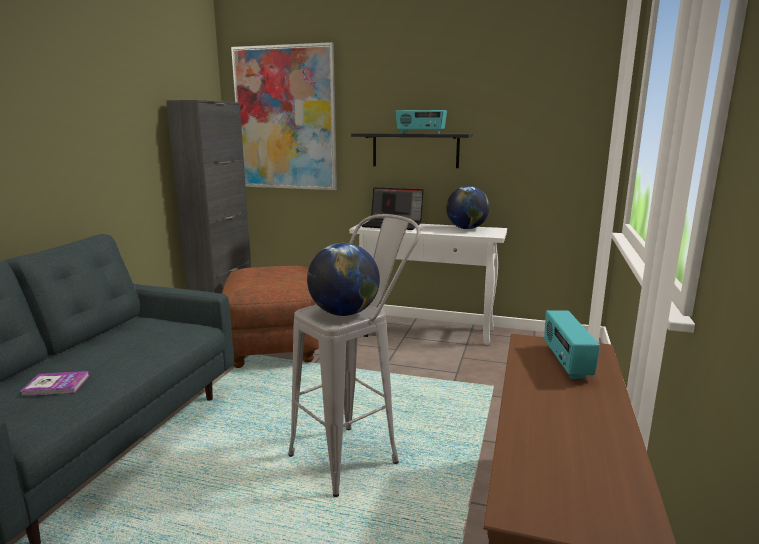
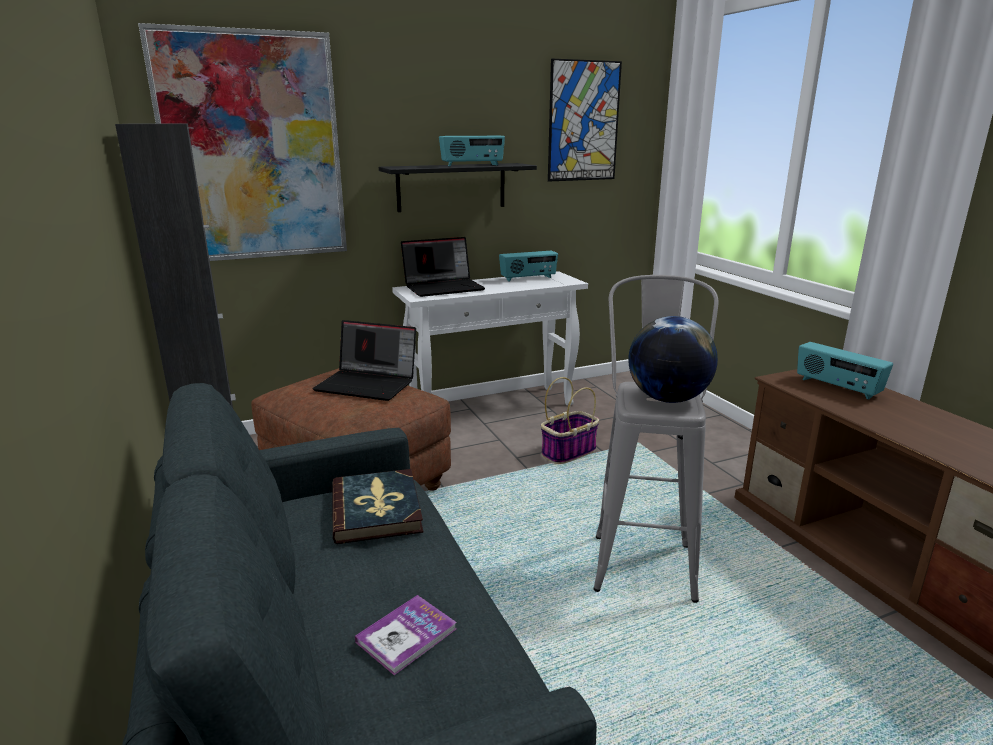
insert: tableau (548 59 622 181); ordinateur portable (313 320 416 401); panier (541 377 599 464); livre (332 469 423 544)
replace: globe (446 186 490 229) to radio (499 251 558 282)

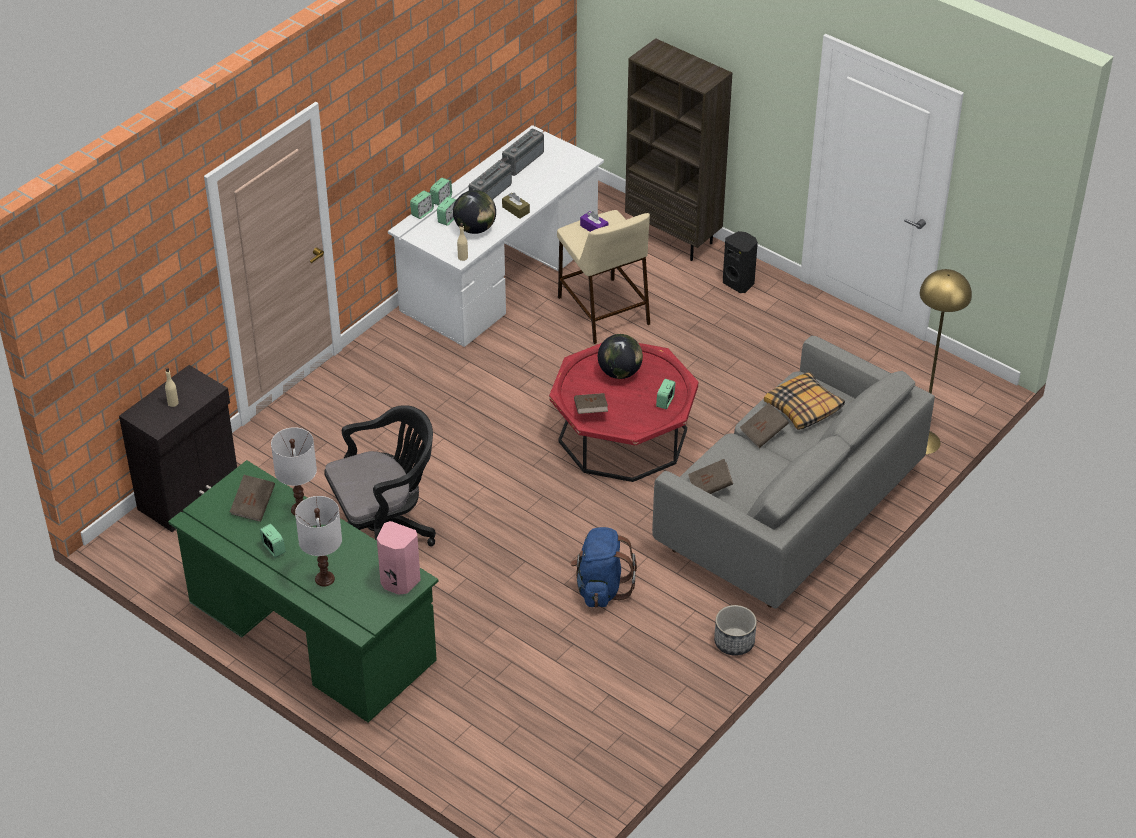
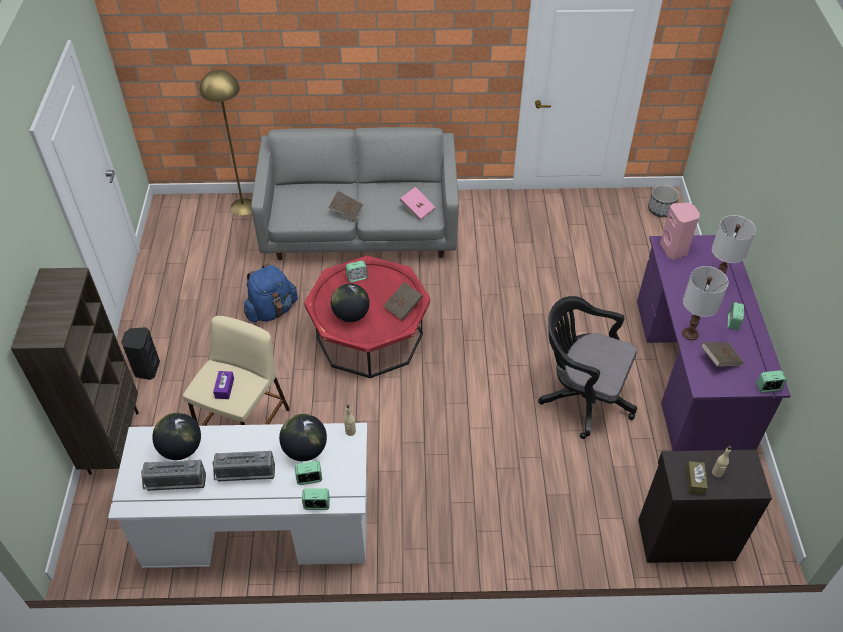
delete: coussin (764 372 845 430)
insert: globe (152 413 201 460)
move: réveil (430 178 452 205) to (756 370 787 393); boîte à mouchoirs [marron] (502 193 530 219) to (686 461 708 495); sac à dos [bleu] (570 527 637 608) to (244 264 298 323); cache-pot (714 605 757 656) to (648 185 679 217)
recolor: livre [marron] (688 459 733 494) to livre [rose] (399 187 435 221); bureau [vert] (168 460 438 723) to bureau [violet] (637 235 791 451)

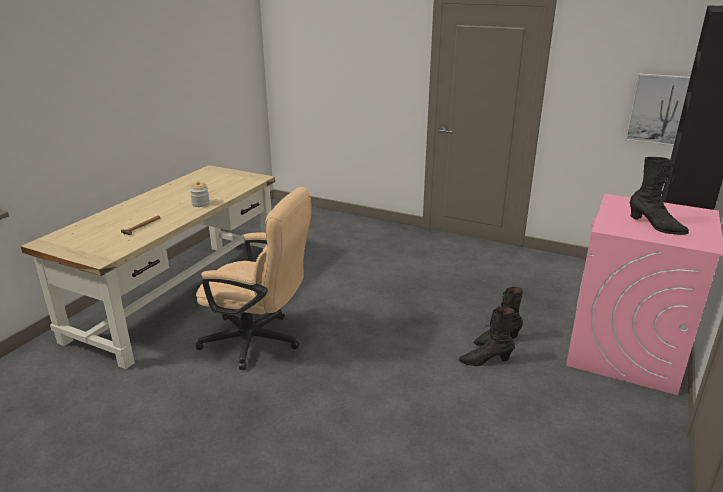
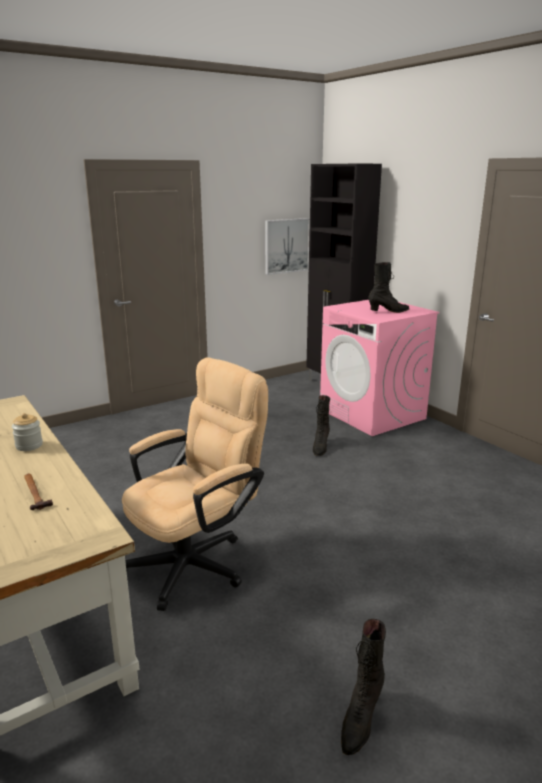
move: botte [noir] (458 307 515 366) to (341 619 386 755)

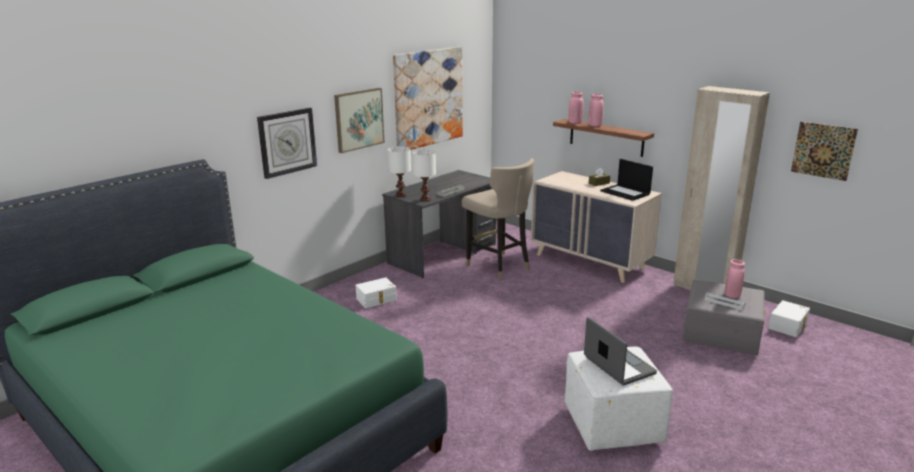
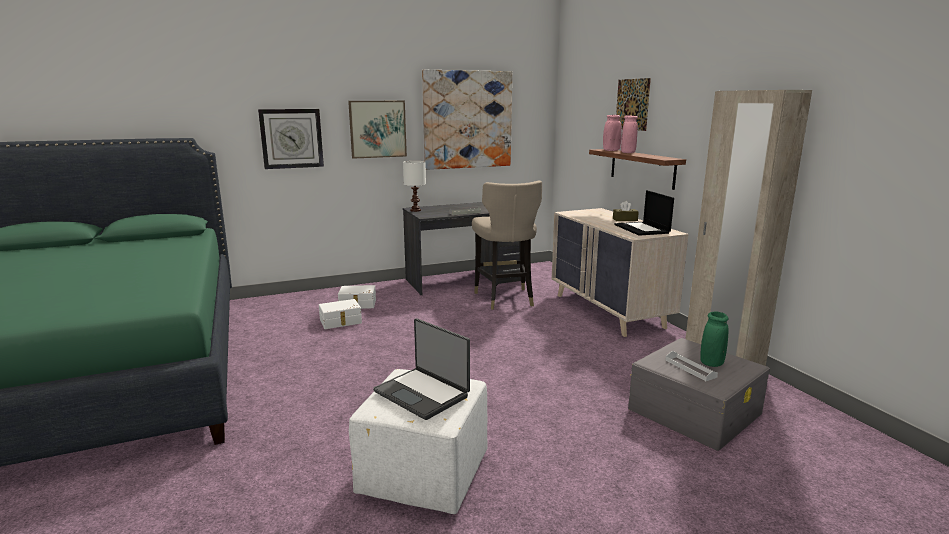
delete: lampe de table [blanc] (413 149 436 202)
move: tableau (791 122 858 181) to (616 78 651 131); boîte de rangement [blanc] (768 300 810 337) to (319 299 362 329)
recolor: vase [rose] (725 259 745 298) to vase [vert] (700 312 729 367)
rotate: ordinateur portable (584 317 657 386) = (373 318 470 420) 135 degrees clockwise

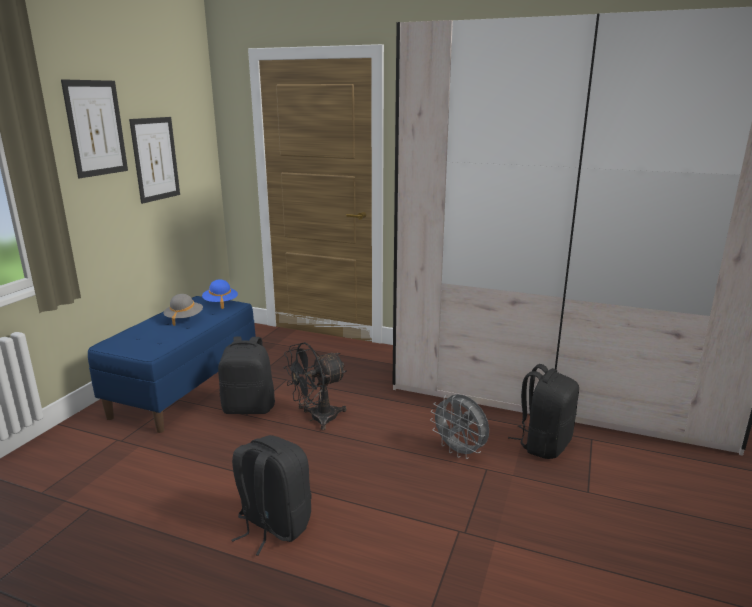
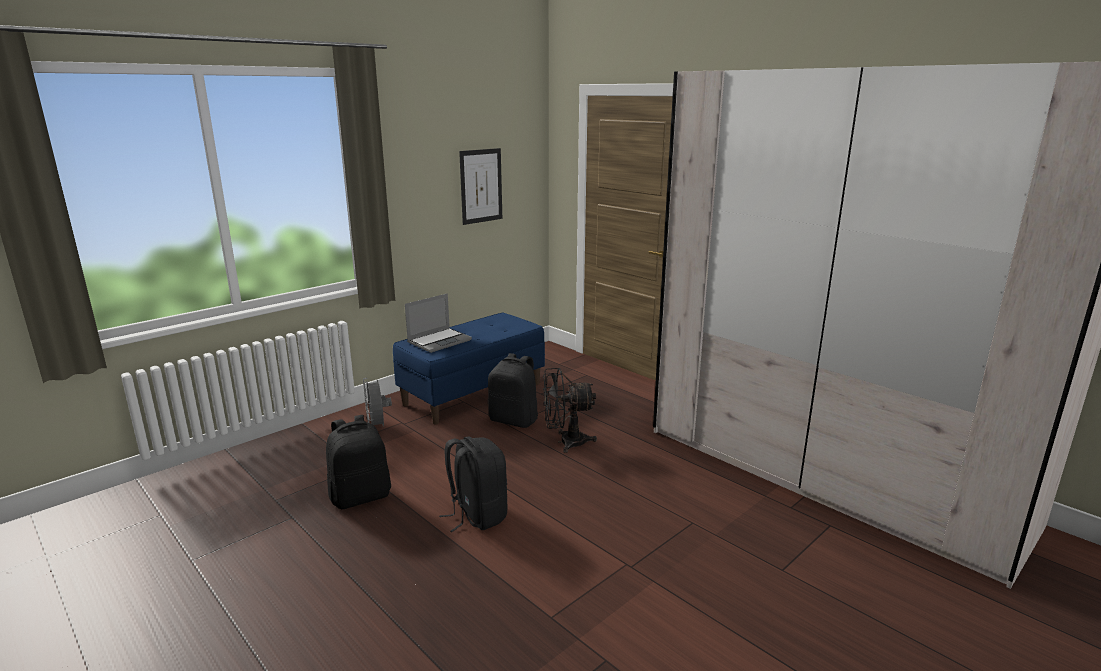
delete: tableau (61 79 128 178); chapeau [bleu] (202 279 238 309); chapeau [gris] (164 294 203 326)
insert: ordinateur portable (405 293 472 353)
move: sac à dos [noir] (508 364 579 459) to (326 415 391 509); ventilateur [gris] (430 394 489 459) to (363 378 392 427)

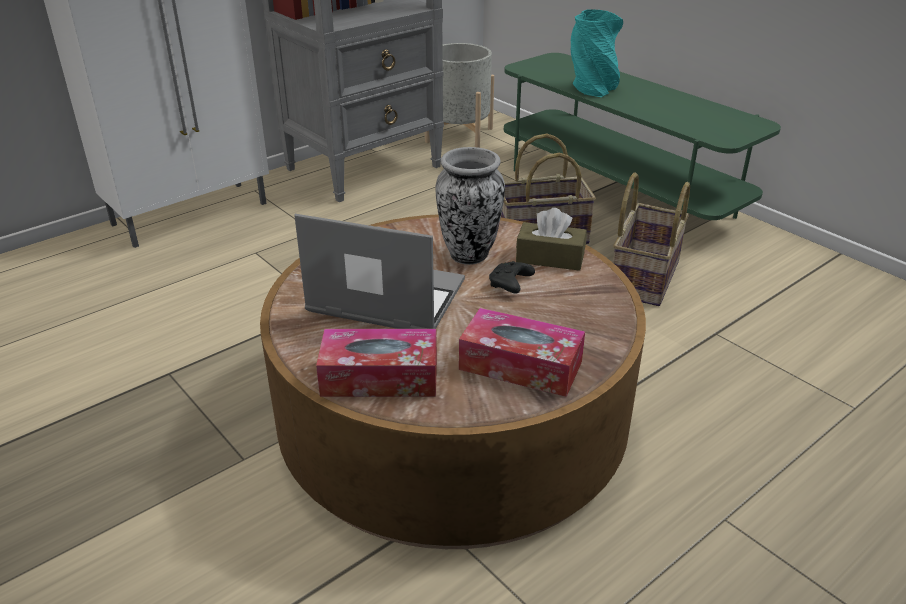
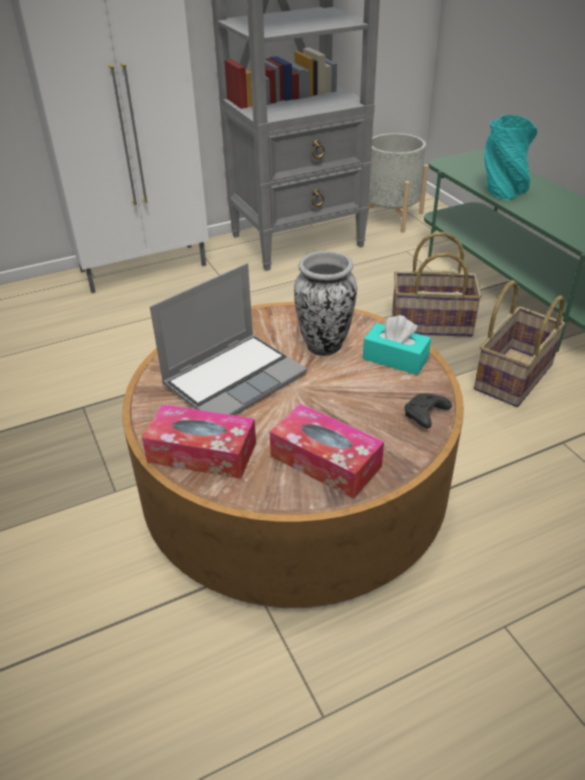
move: manette [noir] (489 261 535 293) to (404 393 452 428)
recolor: boîte à mouchoirs [marron] (516 208 587 271) to boîte à mouchoirs [turquoise] (363 315 431 375)
rotate: ordinateur portable (294 214 465 329) = (150 263 307 415) 105 degrees clockwise

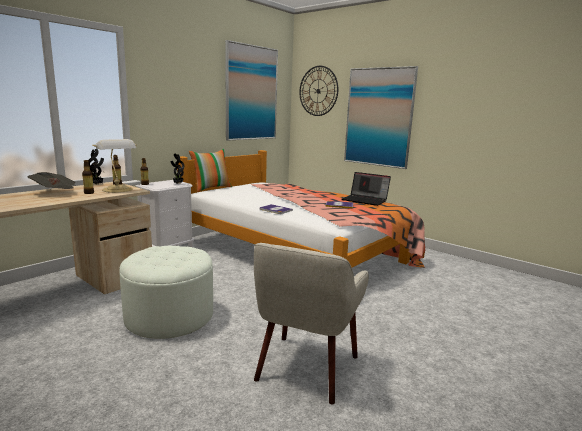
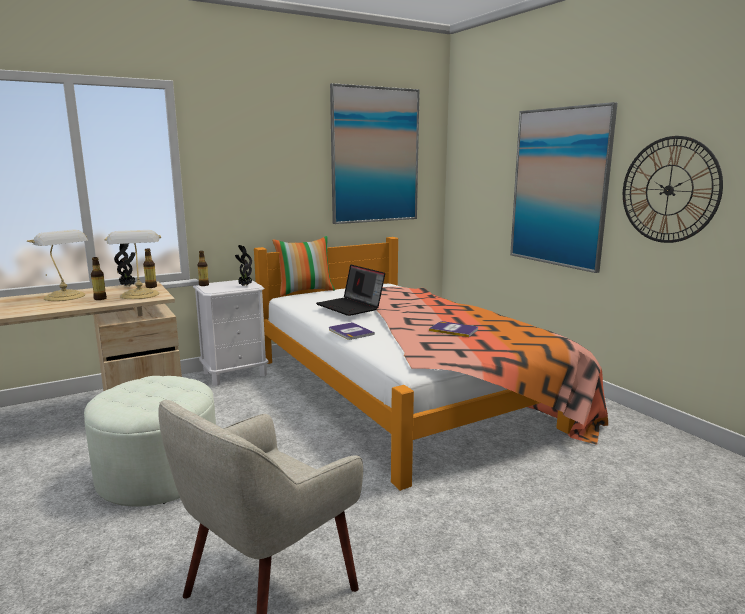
move: horloge murale (299 66 338 116) to (623 136 723 243); ordinateur portable (342 172 391 206) to (316 265 385 316)
replace: journal (28 172 75 189) to lampe de table (27 229 88 301)

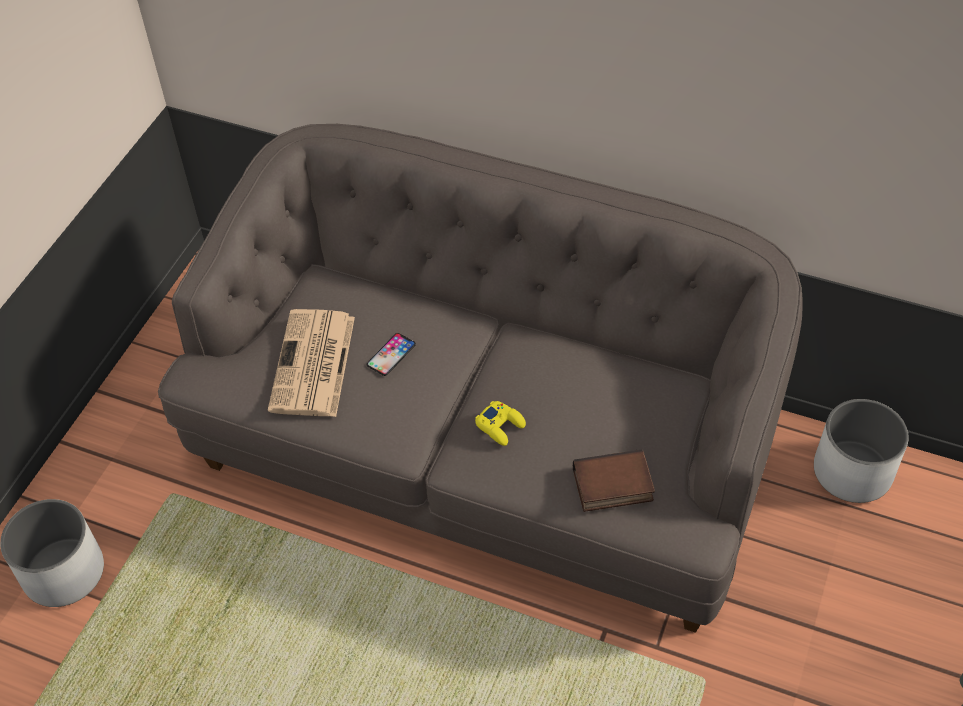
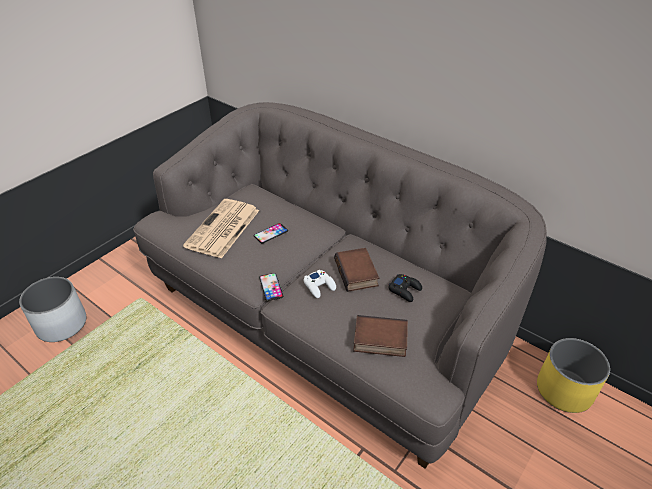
insert: livre (334 248 379 292); téléphone (259 273 283 301); manette [noir] (388 274 422 302)
recolor: cache-pot [blanc] (814 399 909 503) to cache-pot [jaune] (537 338 610 413); manette [jaune] (475 401 526 446) to manette [blanc] (303 270 336 298)

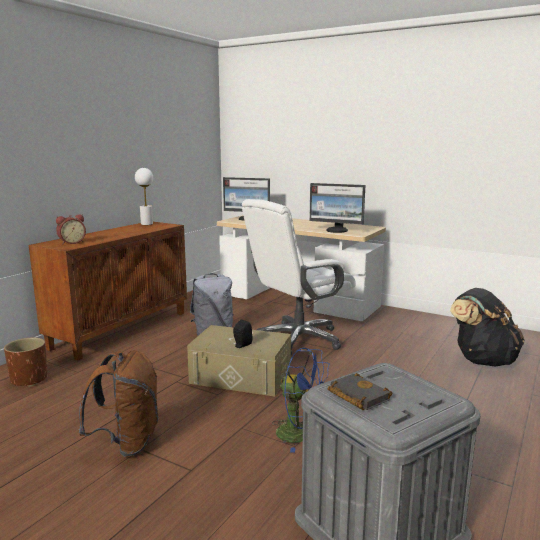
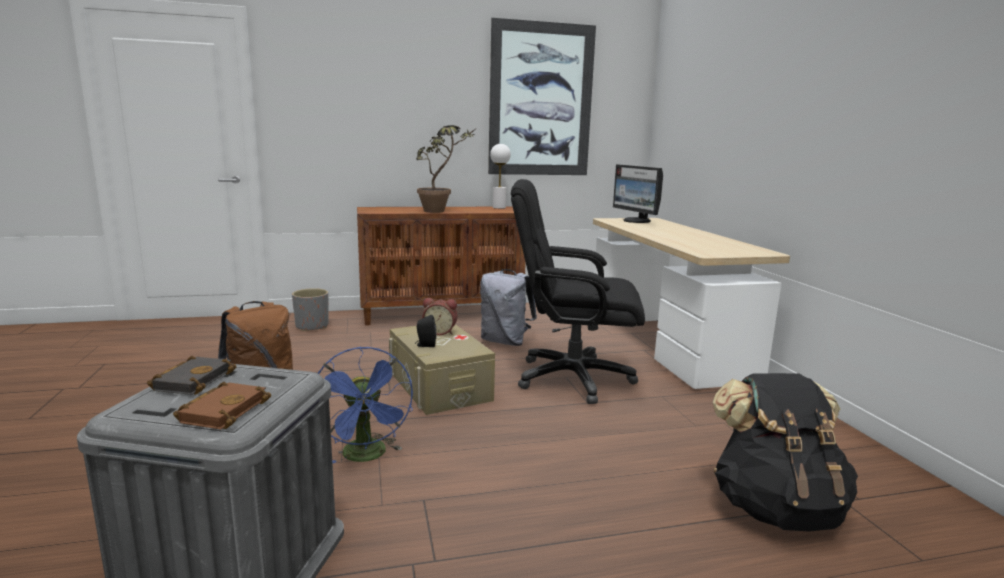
delete: écran d'ordinateur (309 183 365 233)
insert: tableau (488 18 596 175); plante en pot (416 125 478 213); livre [marron] (173 382 271 429)
move: réveil (56 215 86 245) to (422 298 457 335)
recolor: chaise de bureau [blanc] (242 199 356 356) to chaise de bureau [noir] (511 179 645 404); cache-pot [marron] (4 338 47 387) to cache-pot [gris] (292 288 329 331)

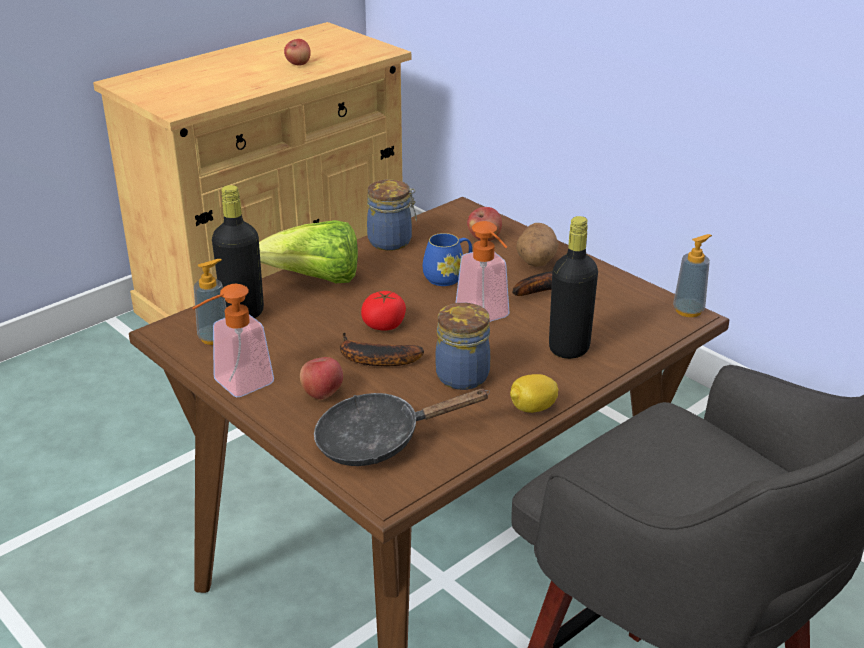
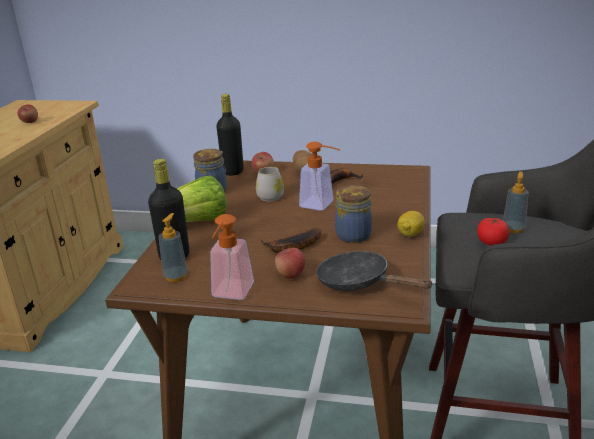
move: bouteille [noir] (549 216 598 359) to (216 94 244 176); distributeur de savon (673 234 712 317) to (503 172 529 233); tomate (361 291 406 331) to (477 217 509 245)
recolor: mug [bleu] (423 233 472 286) to mug [blanc] (256 167 284 202)
rotate: poêle [noir] (314 389 490 466) = (316 251 432 291) 90 degrees clockwise

